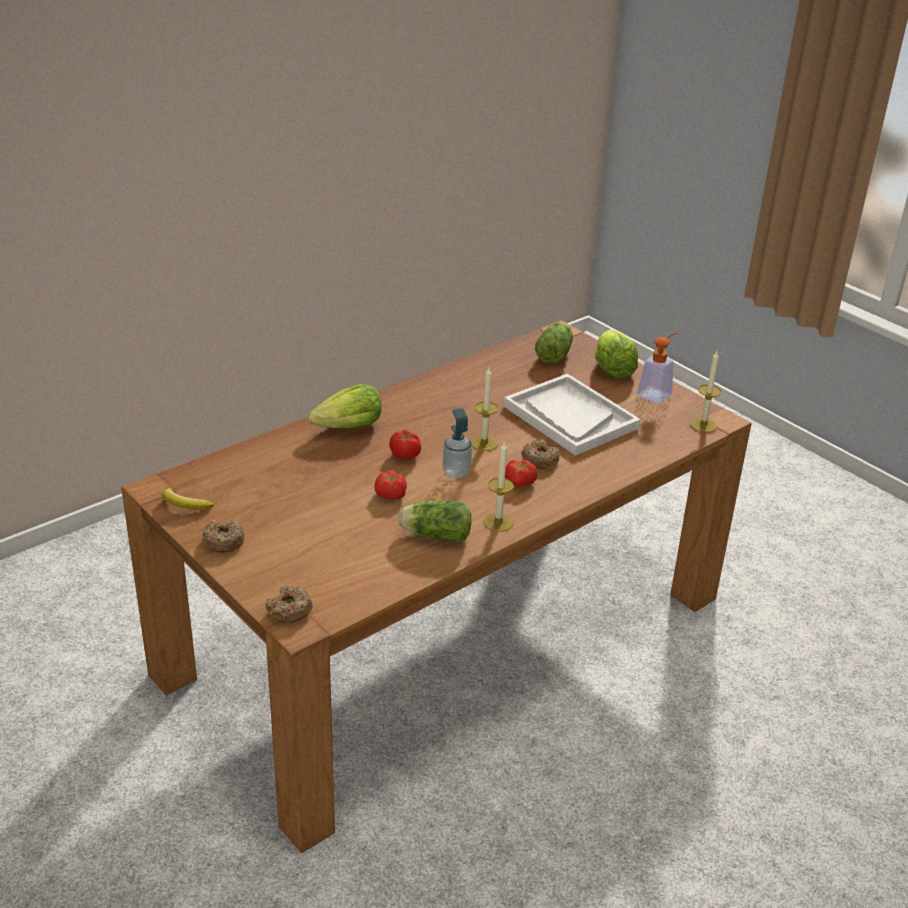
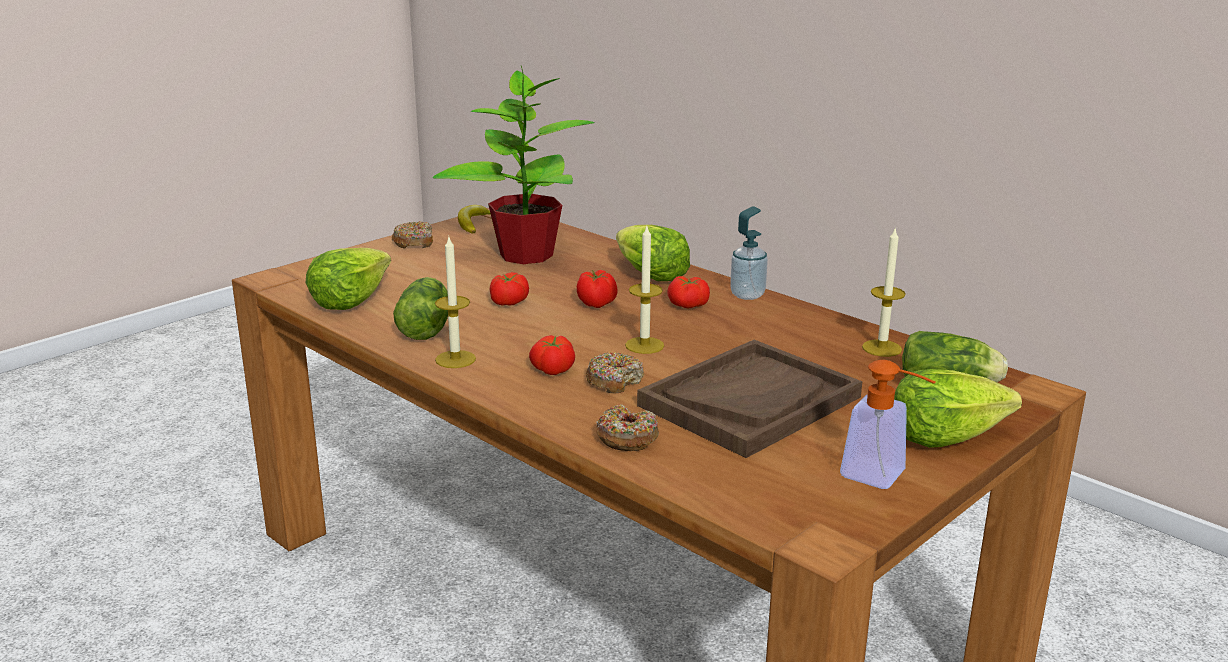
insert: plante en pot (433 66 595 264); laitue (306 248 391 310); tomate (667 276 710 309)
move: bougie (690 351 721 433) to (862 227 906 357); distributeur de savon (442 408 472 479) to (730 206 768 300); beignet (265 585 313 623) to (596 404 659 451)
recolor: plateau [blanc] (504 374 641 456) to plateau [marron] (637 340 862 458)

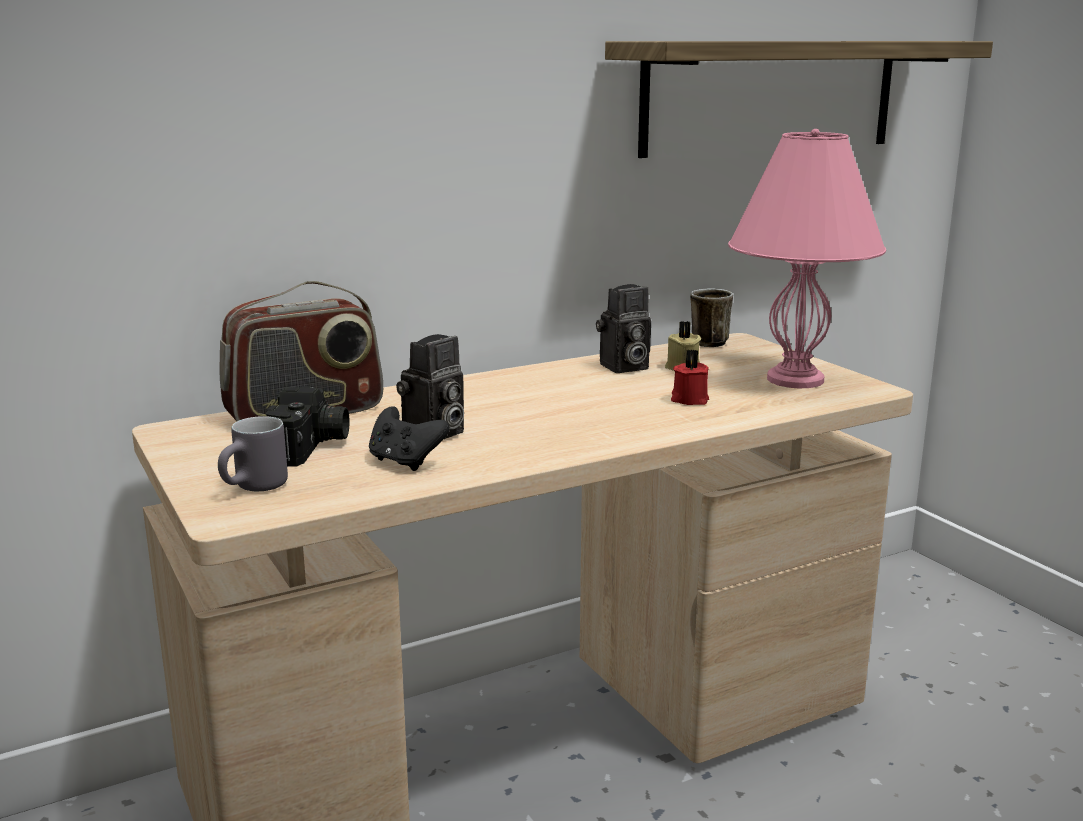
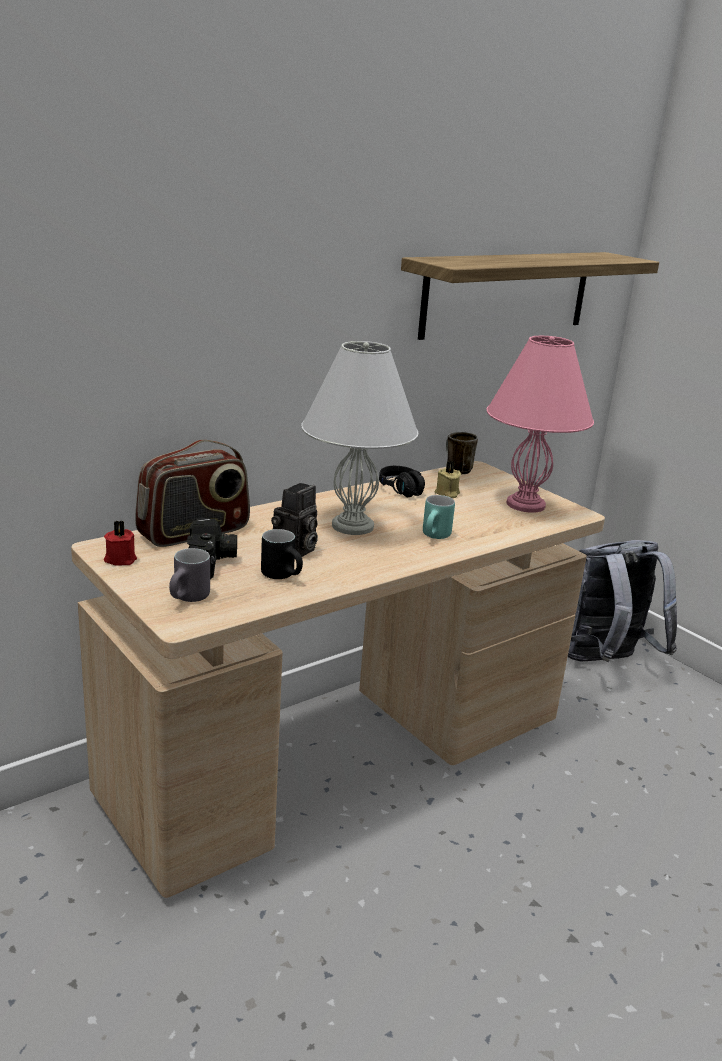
insert: lampe de table [blanc] (301 341 418 535); mug [turquoise] (423 495 455 539); sac à dos [gris] (568 540 677 662)
move: bougie [rouge] (671 349 709 405) to (104 521 137 566)
replace: appareil photo (596 284 651 373) to casque audio [noir] (379 466 425 497); manette [noir] (369 406 450 471) to mug [noir] (261 529 303 579)

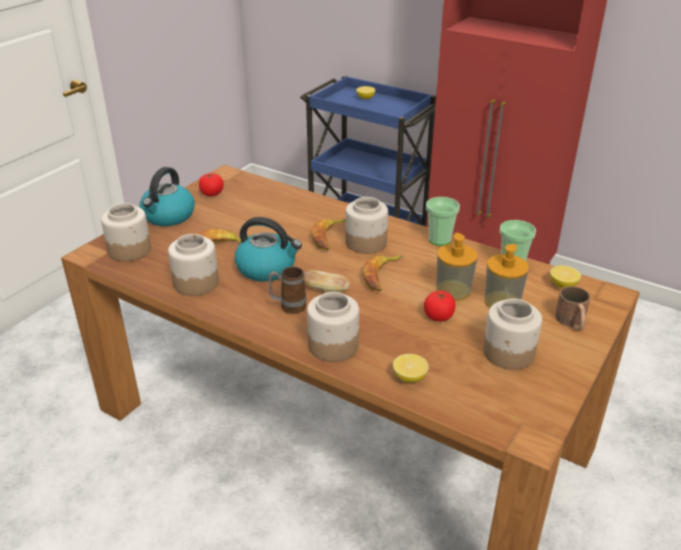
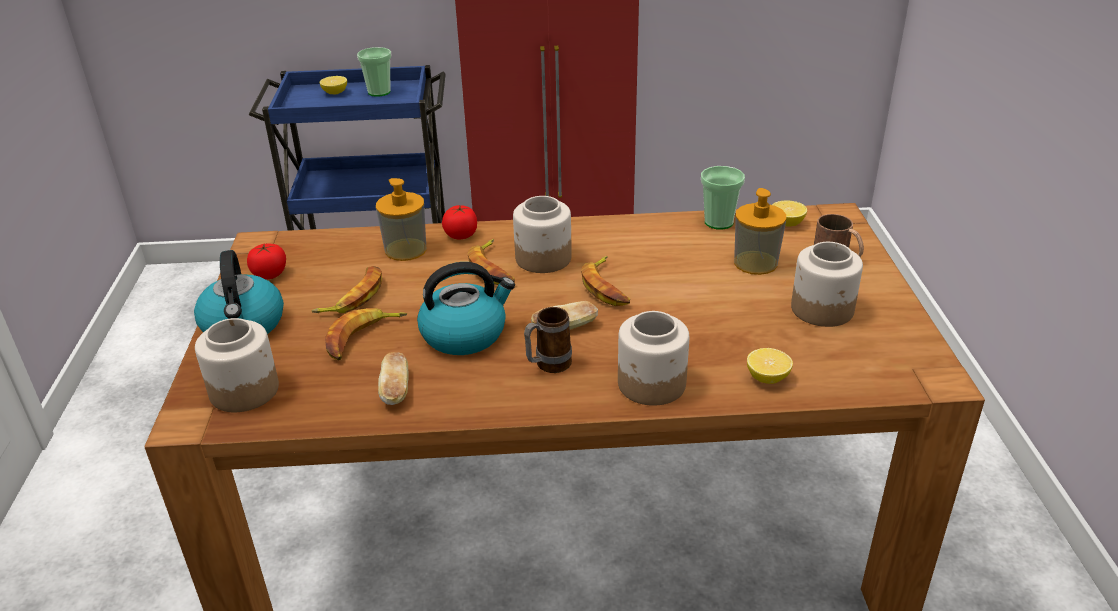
insert: banane (311 266 382 313)
move: tasse (426 197 460 246) to (357 47 392 97); distributeur de savon (436 233 478 301) to (376 178 427 261); tomate (424 291 456 322) to (442 205 477 239)
replace: bocal (168 234 219 296) to pain (378 352 409 405)

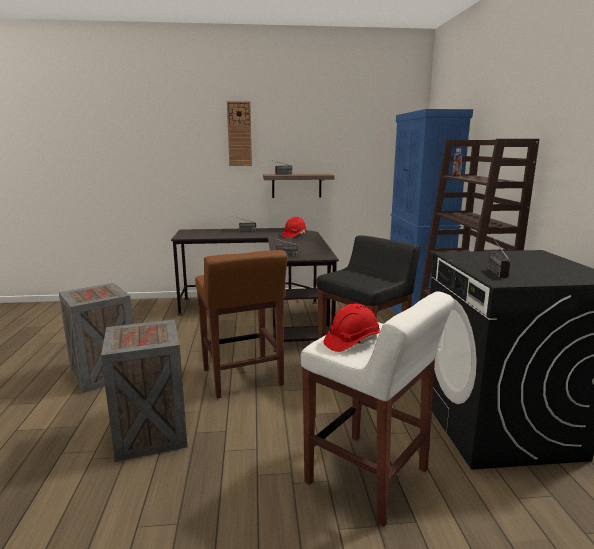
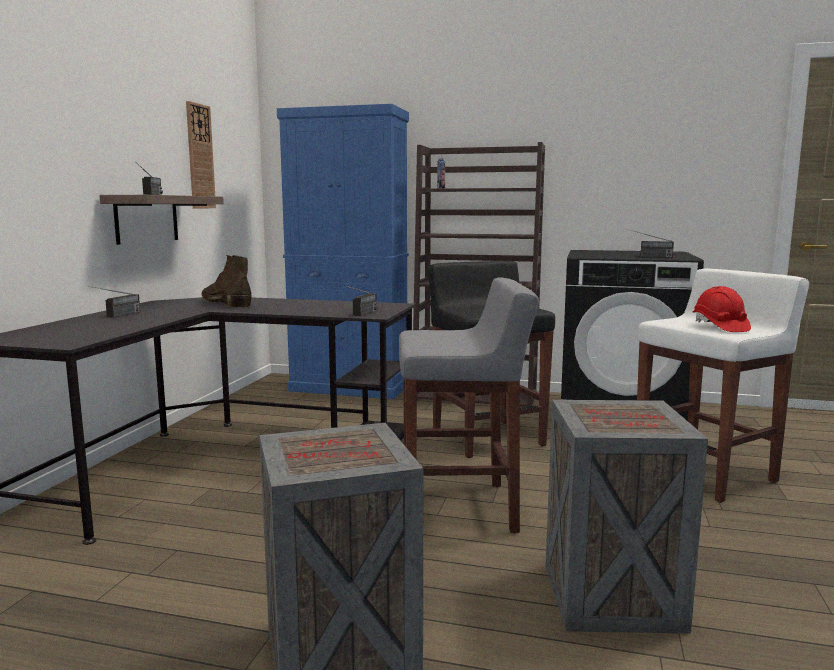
move: horloge murale (227 101 252 166) to (186 101 216 208)
replace: casque de chantier [rouge] (282 217 307 238) to botte [marron] (201 255 252 308)
recolor: tabouret [marron] (195 250 287 399) to tabouret [gris] (399 278 539 533)

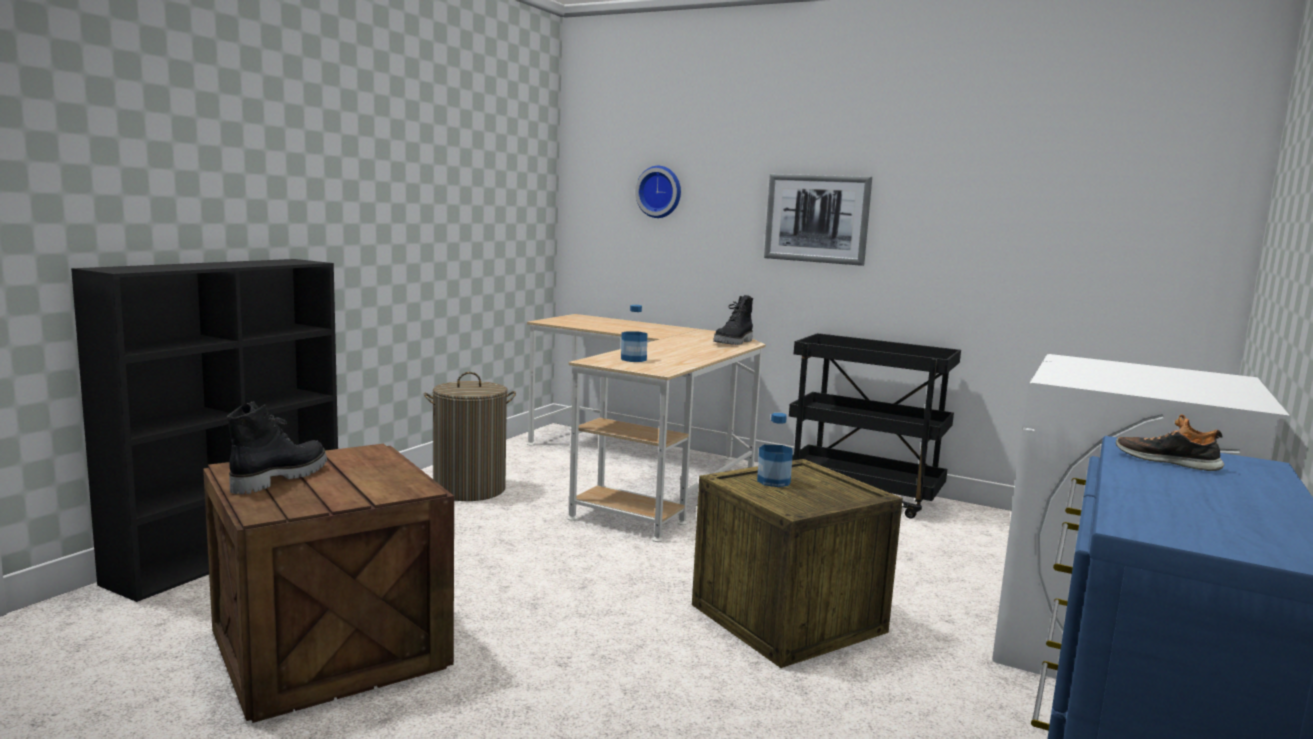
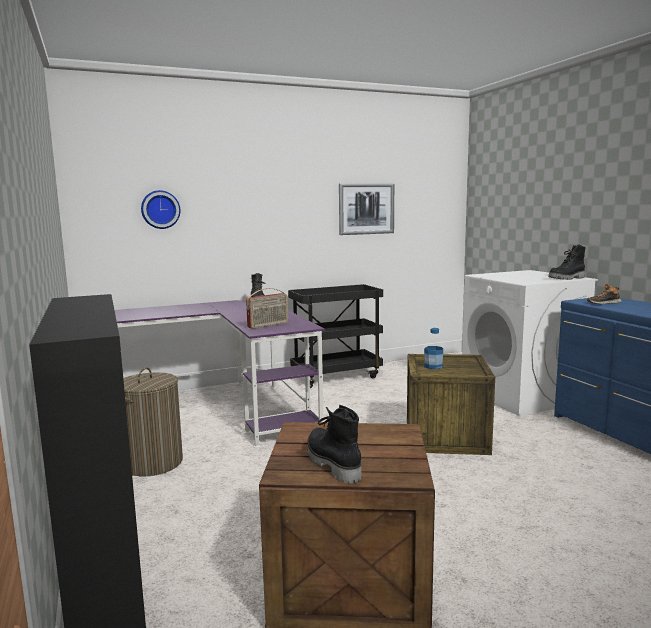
insert: botte [noir] (548 245 586 280)
move: tableau (764 174 872 266) to (339 183 394 235)
replace: bouteille (621 305 647 362) to radio (246 288 288 329)
recolor: bureau [beige] (527 314 766 542) to bureau [violet] (115 300 325 448)

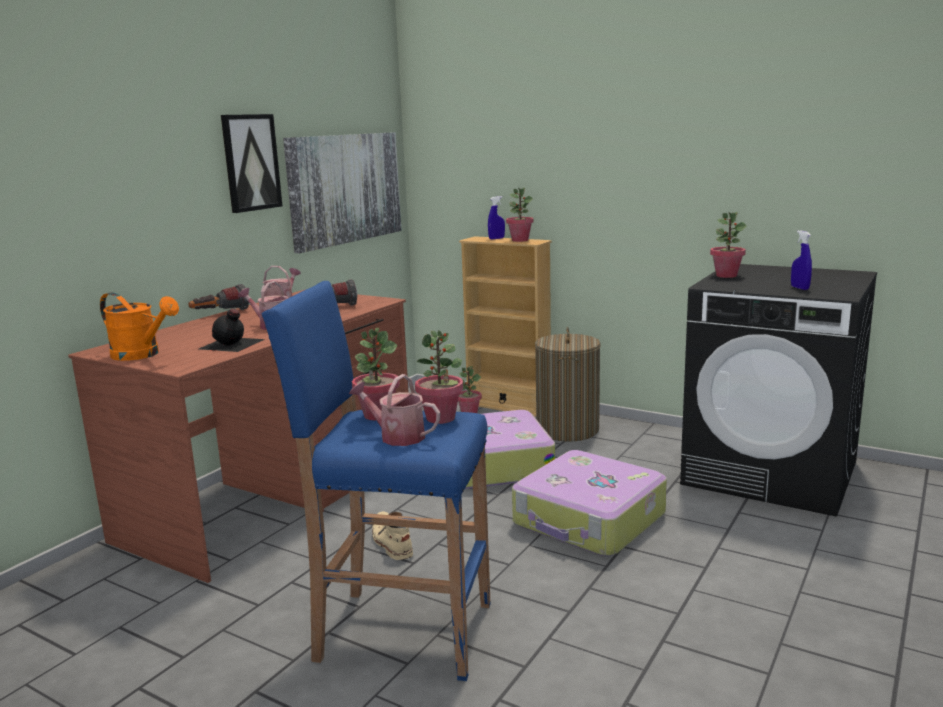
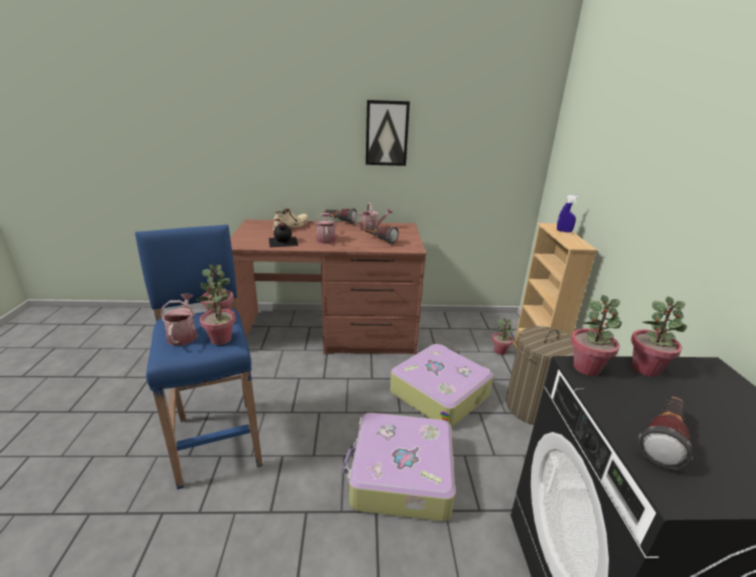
delete: tableau (283 132 402 253); arrosoir [orange] (100 292 179 361)
move: plante en pot (506 188 534 242) to (571 295 622 376); botte [beige] (372 512 413 560) to (273 208 309 230)
replace: vaporisateur [bleu] (791 231 812 290) to lampe de poche (638 397 693 470)

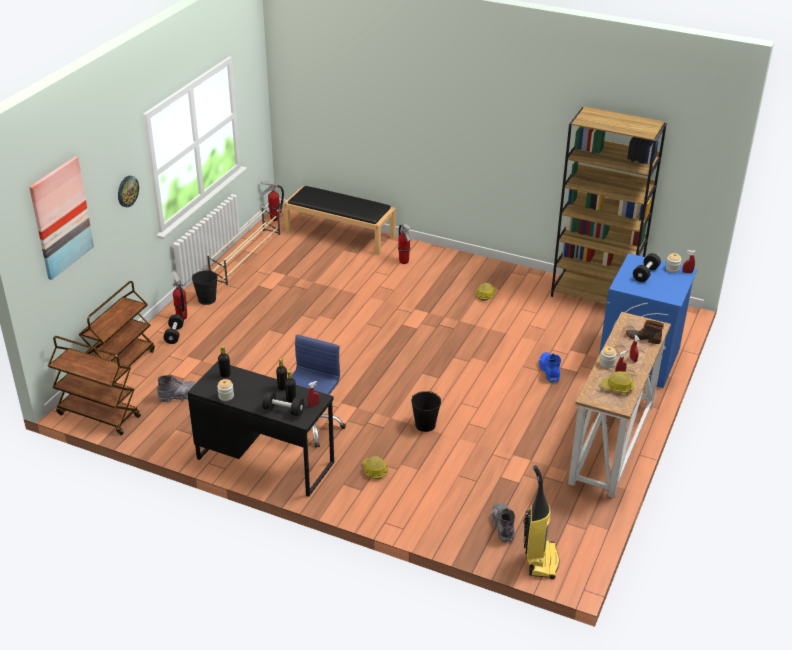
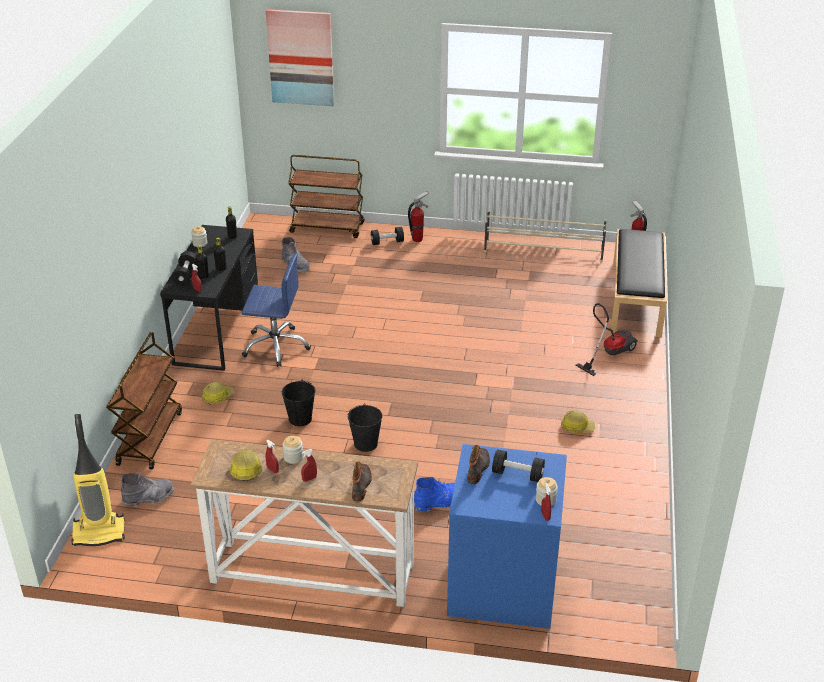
delete: bibliothèque [marron] (551 107 667 305); horloge murale (118 176 139 207)
insert: botte (467 445 490 484)
move: seau [noir] (192 270 218 305) to (347 403 382 452); chariot [marron] (48 336 141 435) to (106 332 182 469)
replace: extincteur (398 224 412 264) to aspirateur (575 303 638 376)

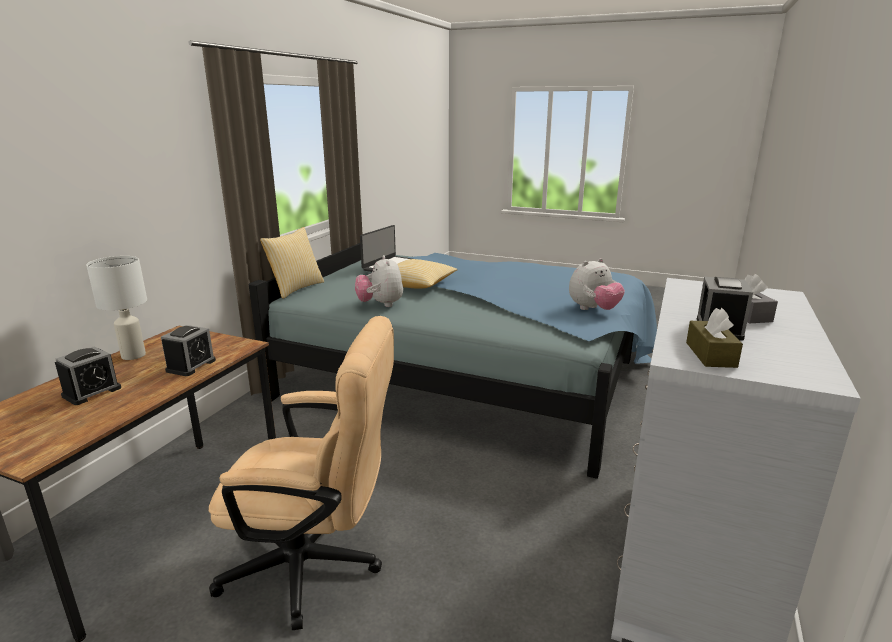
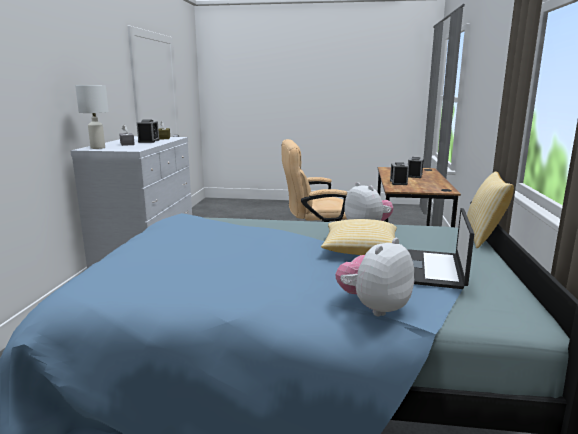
move: lampe de table [blanc] (86 256 147 360) to (75 85 109 149); peluche (569 258 625 310) to (336 238 414 317)

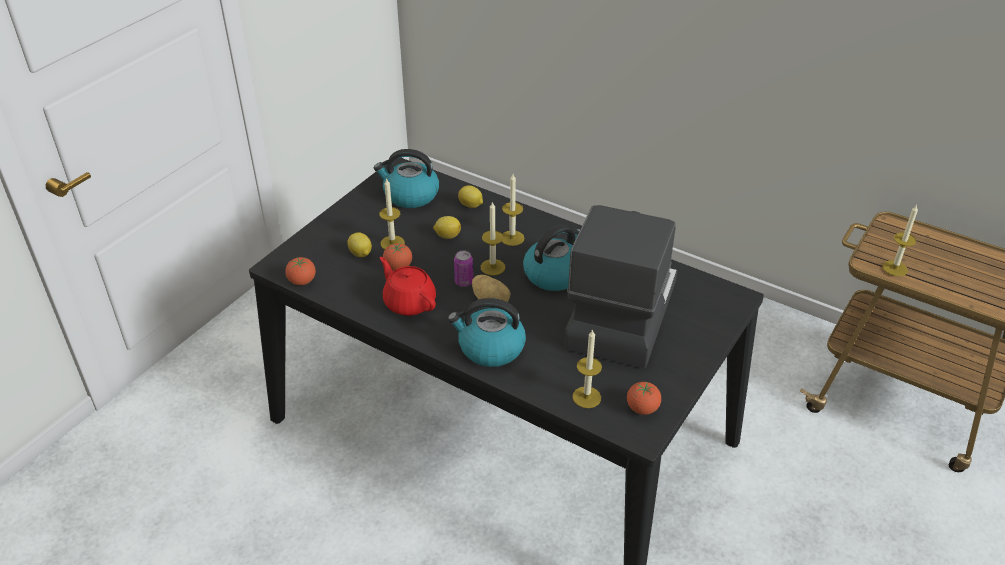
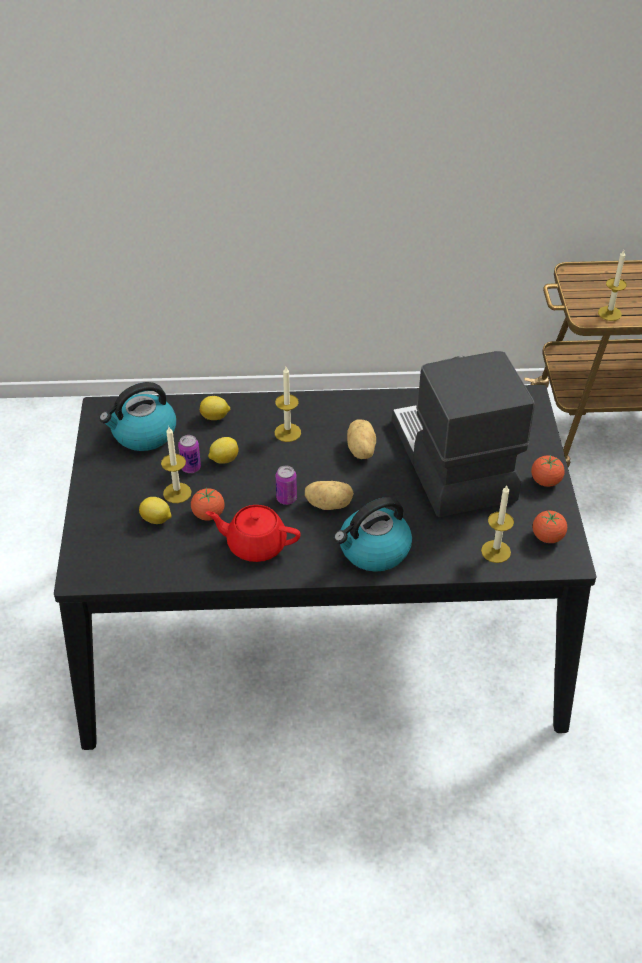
delete: bougie (481 201 505 275)
insert: boîte métallique (178 435 201 473)
move: tomate (285 257 316 285) to (531 455 565 487)
replace: bouilloire (523 224 580 291) to pomme de terre (347 419 376 459)

